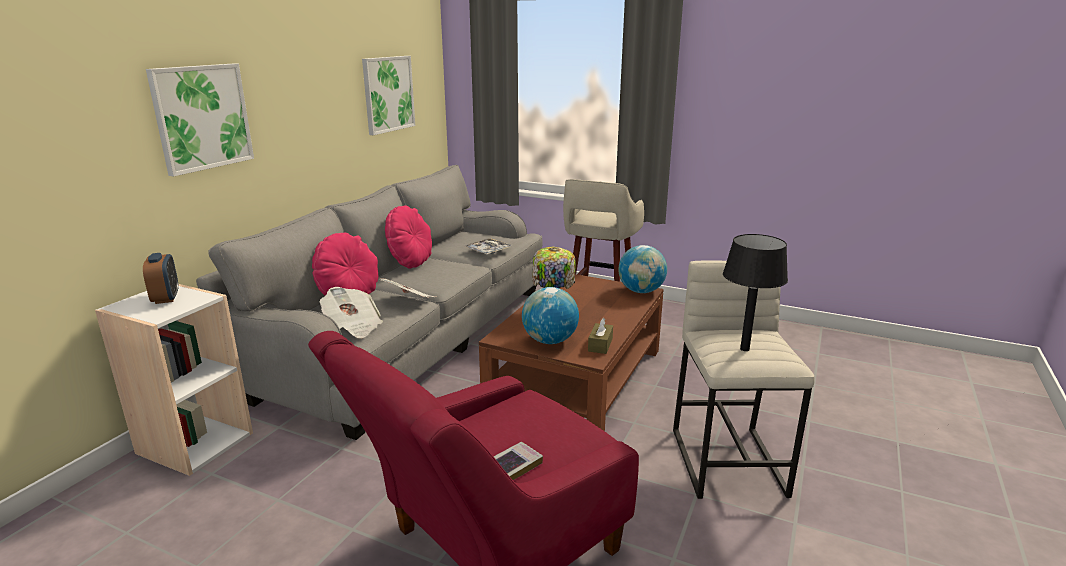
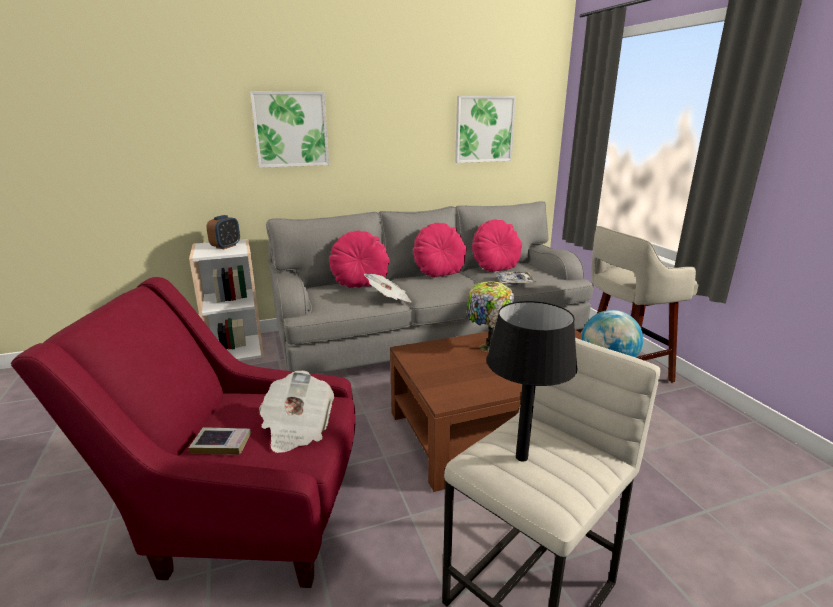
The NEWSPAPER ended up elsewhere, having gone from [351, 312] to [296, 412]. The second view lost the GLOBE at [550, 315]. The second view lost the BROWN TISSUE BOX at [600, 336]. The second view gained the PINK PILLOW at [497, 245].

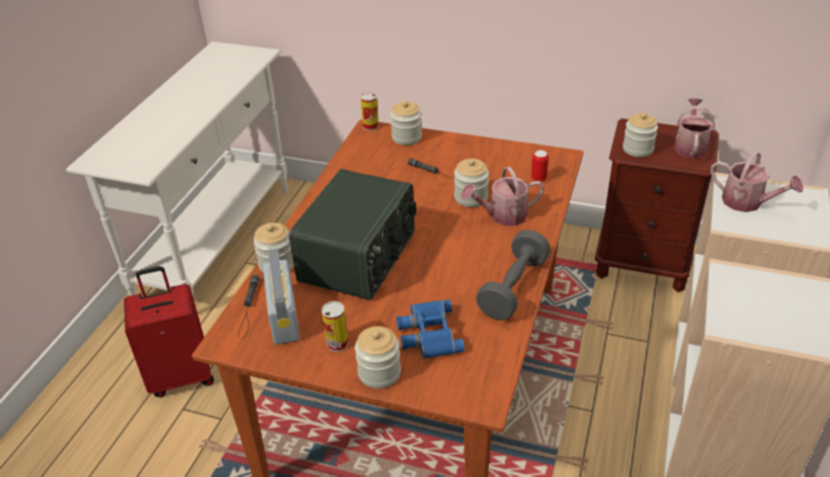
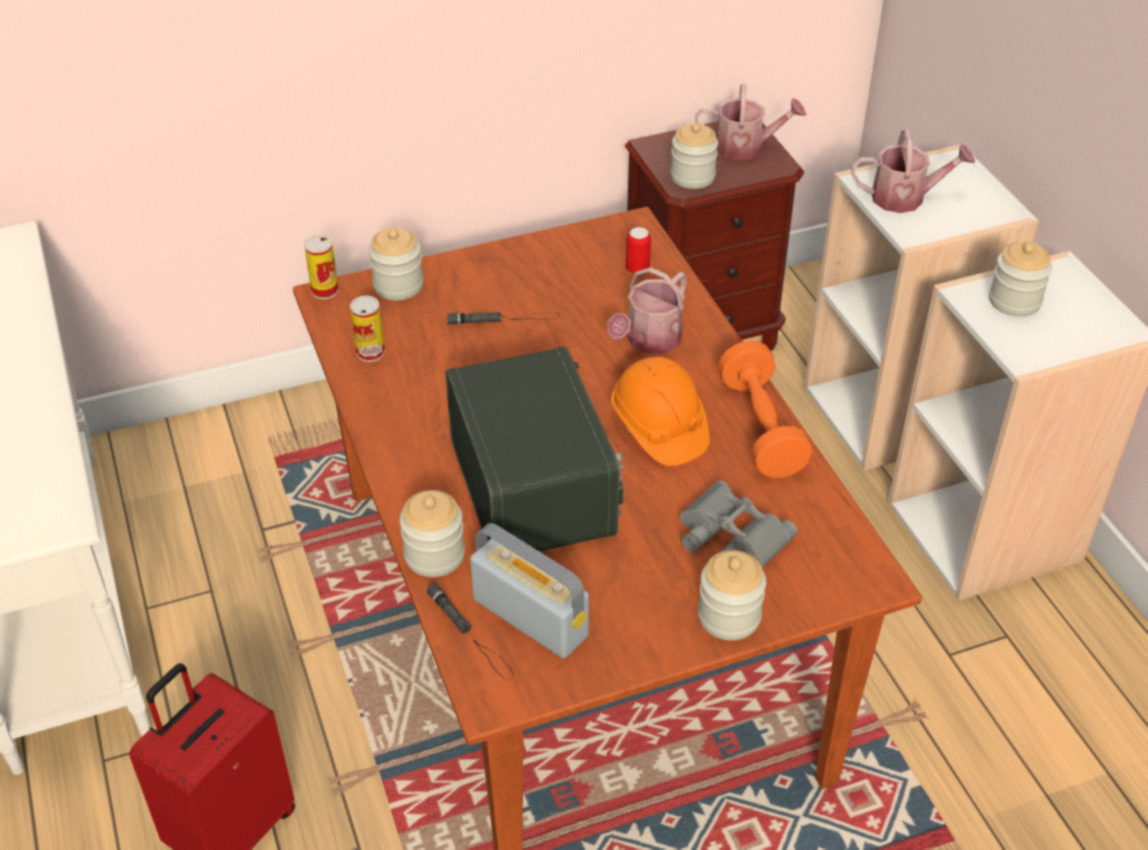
The WATERING CAN at [694, 128] ended up facing another way, 120 degrees clockwise from before. The JAR ended up elsewhere, having gone from [471, 182] to [1020, 279]. What was the GREY DUMBBELL at [513, 275] turned into the ORANGE DUMBBELL at [765, 409]. What was the BLUE BINOCULARS at [430, 329] turned into the GREY BINOCULARS at [738, 524]. The CAN ended up elsewhere, having gone from [335, 326] to [367, 329]. The second view gained the ORANGE HARD HAT at [660, 411].

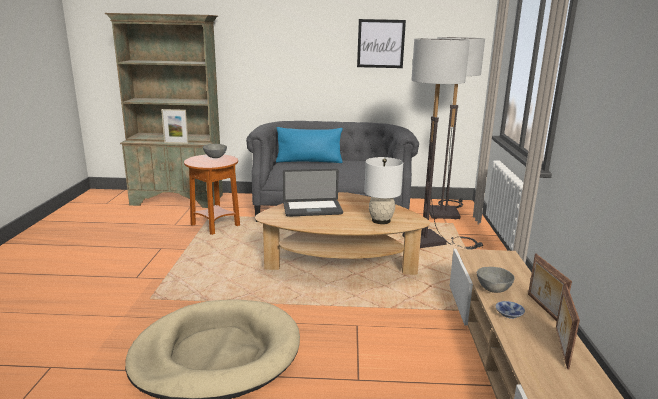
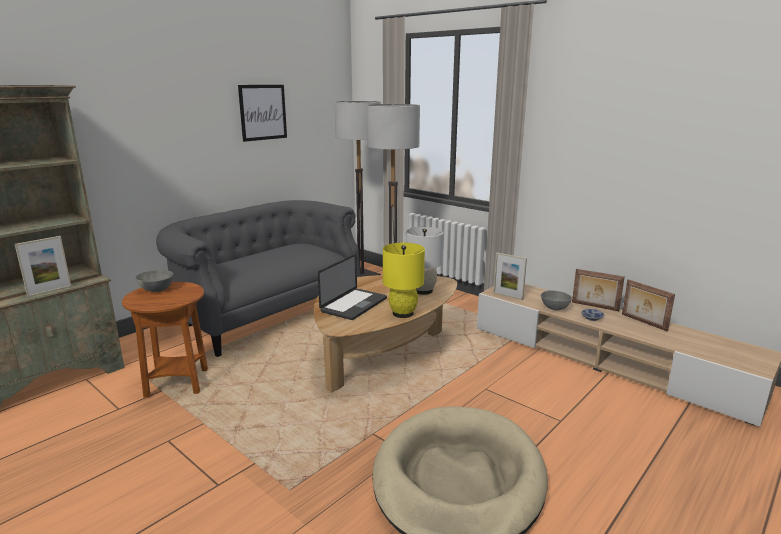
The second view lost the BLUE PILLOW at [309, 145]. The second view gained the YELLOW TABLE LAMP at [404, 280]. The second view gained the PICTURE FRAME at [510, 276].

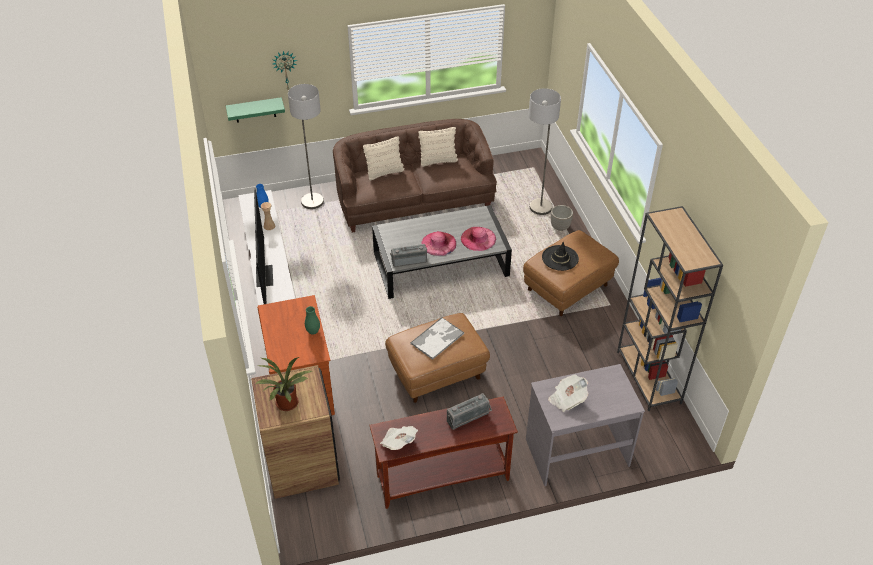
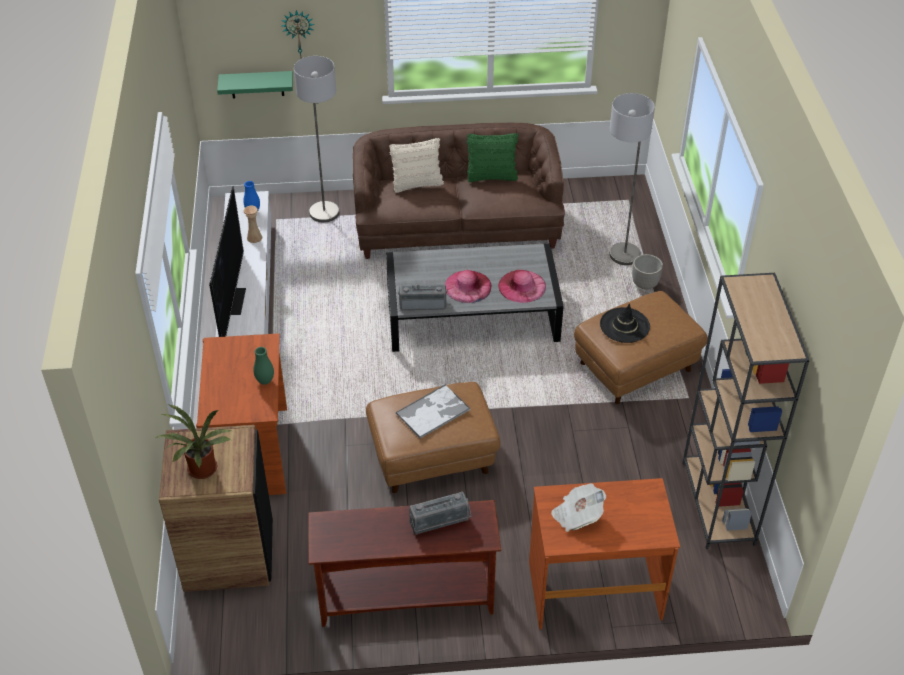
What was the BEIGE PILLOW at [438, 147] turned into the GREEN PILLOW at [493, 157]. What was the GREY DESK at [585, 425] turned into the BROWN DESK at [604, 553]. The second view lost the NEWSPAPER at [399, 438].

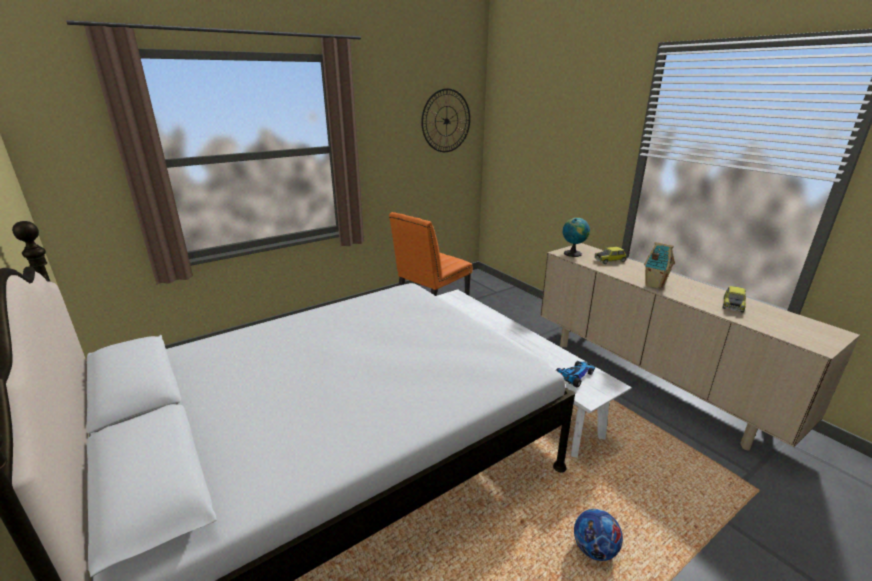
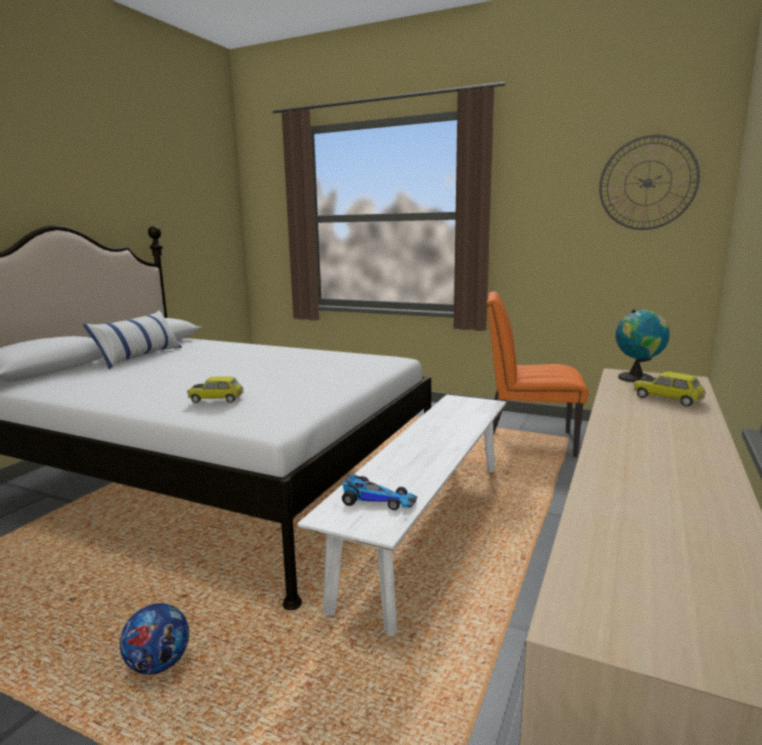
The second view lost the TOY HOUSE at [659, 265]. The TOY CAR ended up elsewhere, having gone from [734, 299] to [215, 390]. The second view gained the PILLOW at [132, 339].

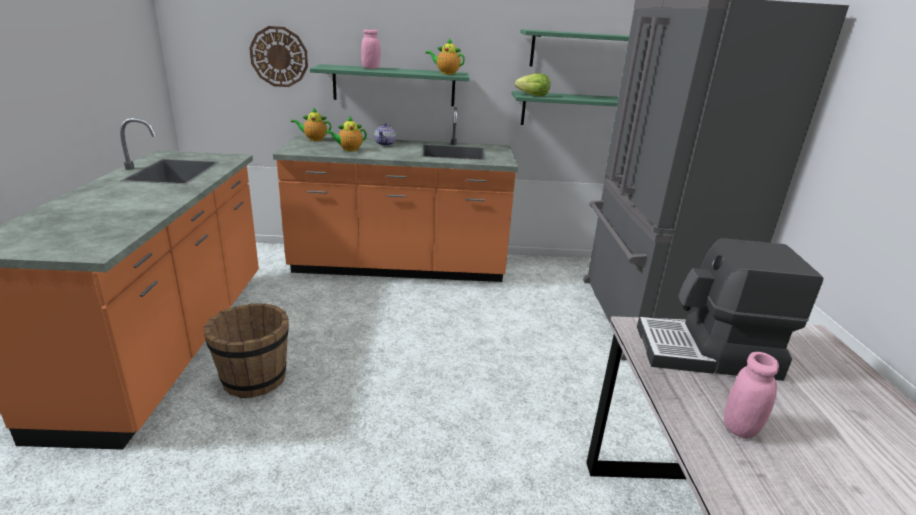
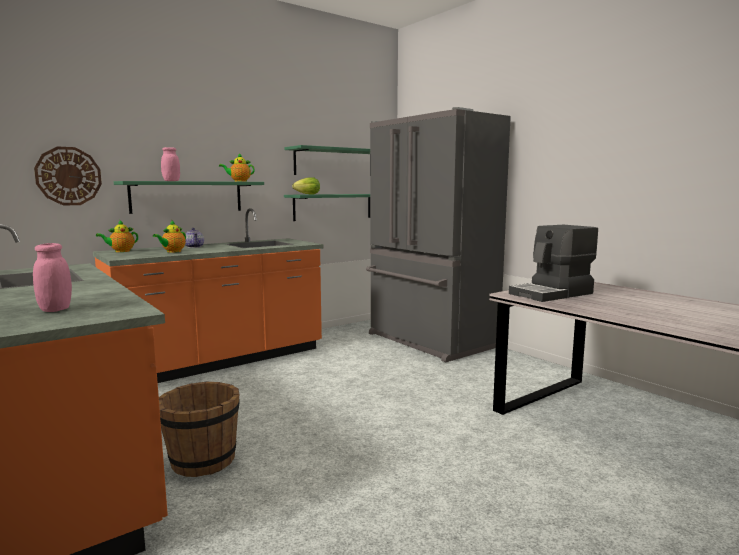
The PINK JAR ended up elsewhere, having gone from [751, 395] to [52, 277].

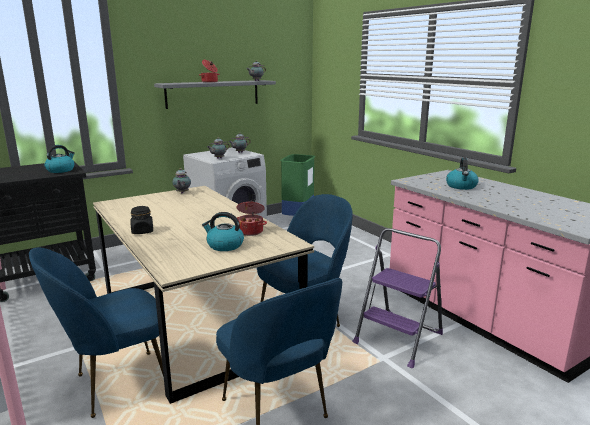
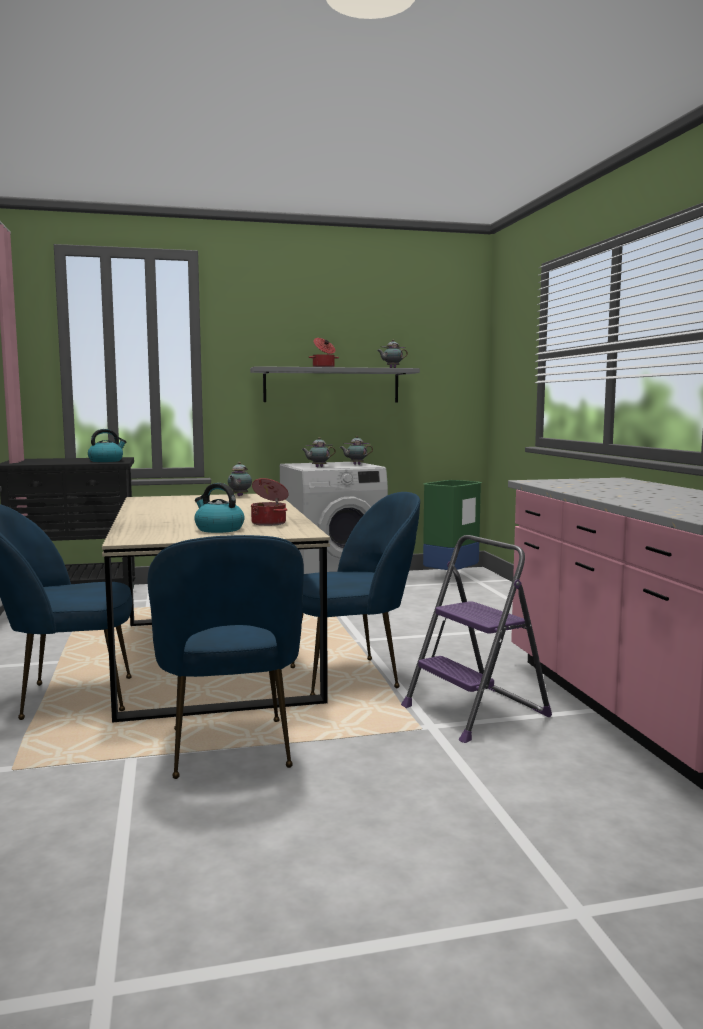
The second view lost the KETTLE at [462, 174]. The second view lost the BLACK JAR at [141, 220].

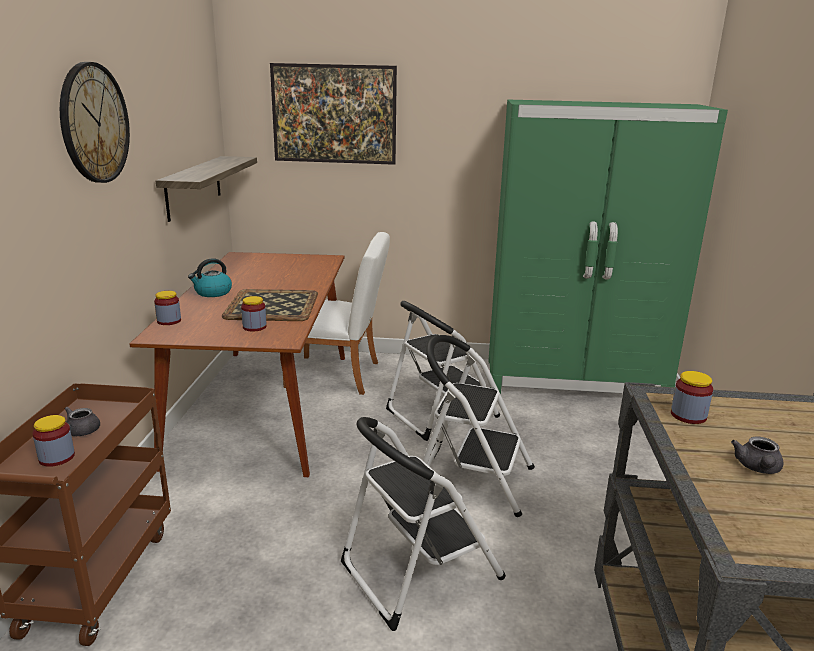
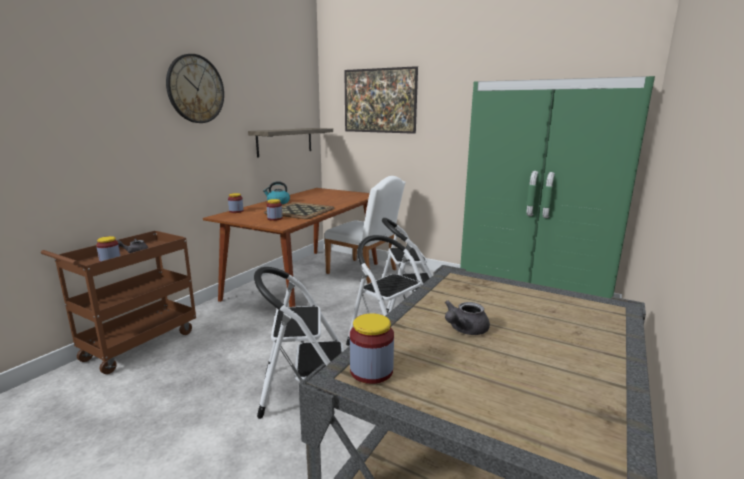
The JAR ended up elsewhere, having gone from [692, 397] to [372, 348].

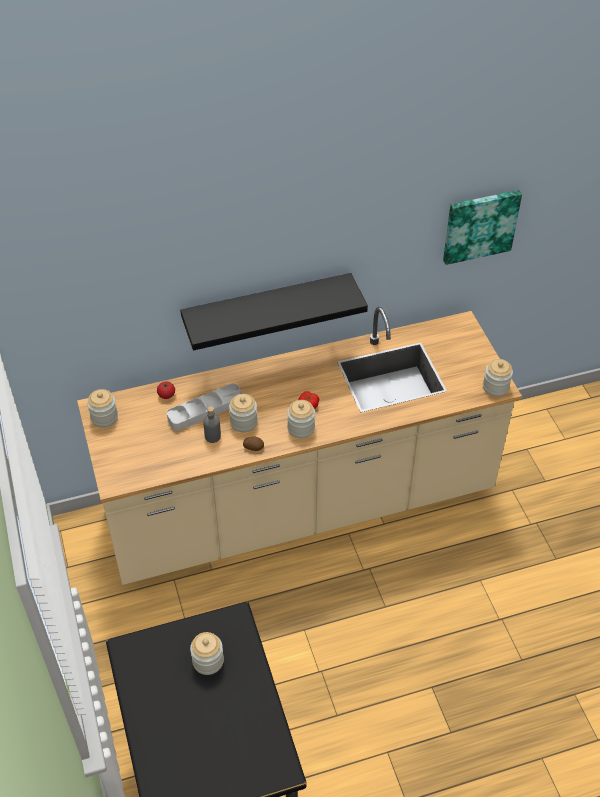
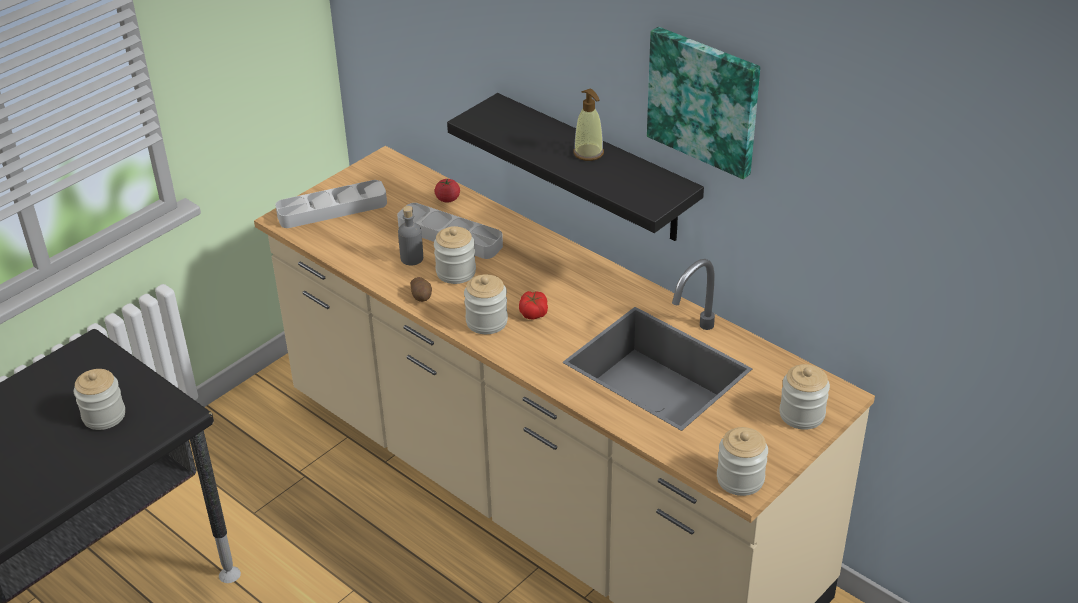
The PICTURE ended up elsewhere, having gone from [482, 227] to [703, 103]. The JAR ended up elsewhere, having gone from [102, 408] to [804, 397]. The second view gained the SOAP DISPENSER at [588, 125]. The second view gained the GREY TRAY at [331, 204].

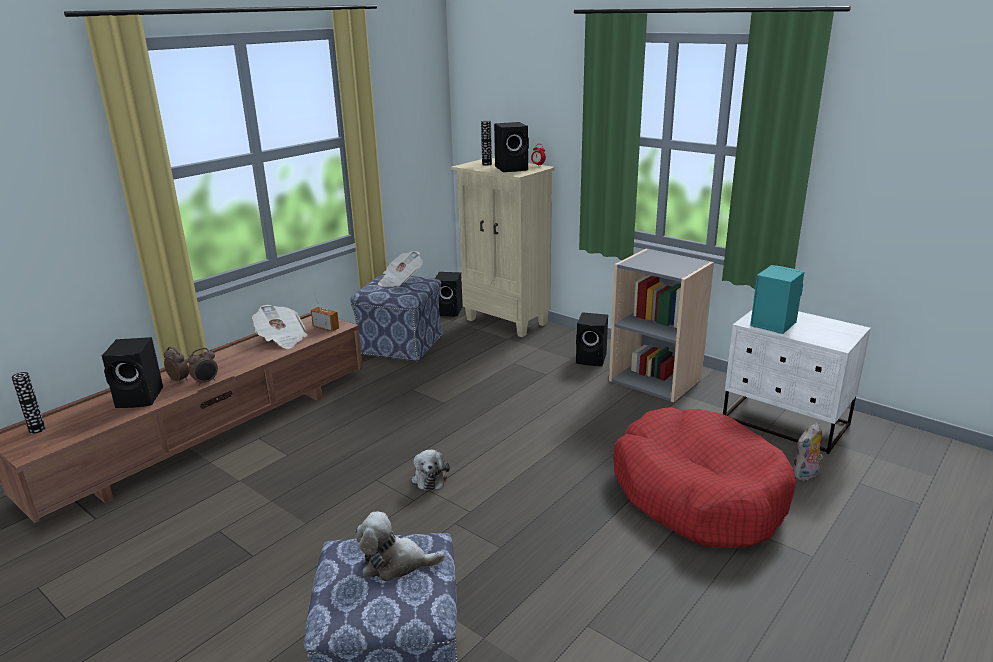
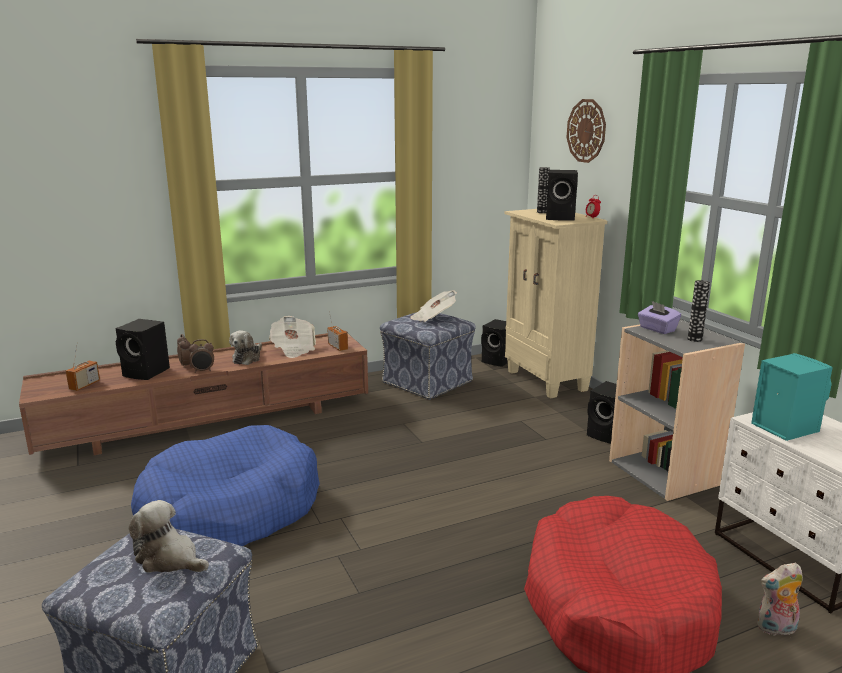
The VASE ended up elsewhere, having gone from [28, 403] to [699, 311]. The PLUSH TOY ended up elsewhere, having gone from [431, 470] to [245, 347]. The second view gained the WALL CLOCK at [586, 131]. The second view gained the PURPLE TISSUE BOX at [659, 317]. The second view gained the RADIO at [83, 366]. The second view gained the BLUE DOG BED at [225, 485].

